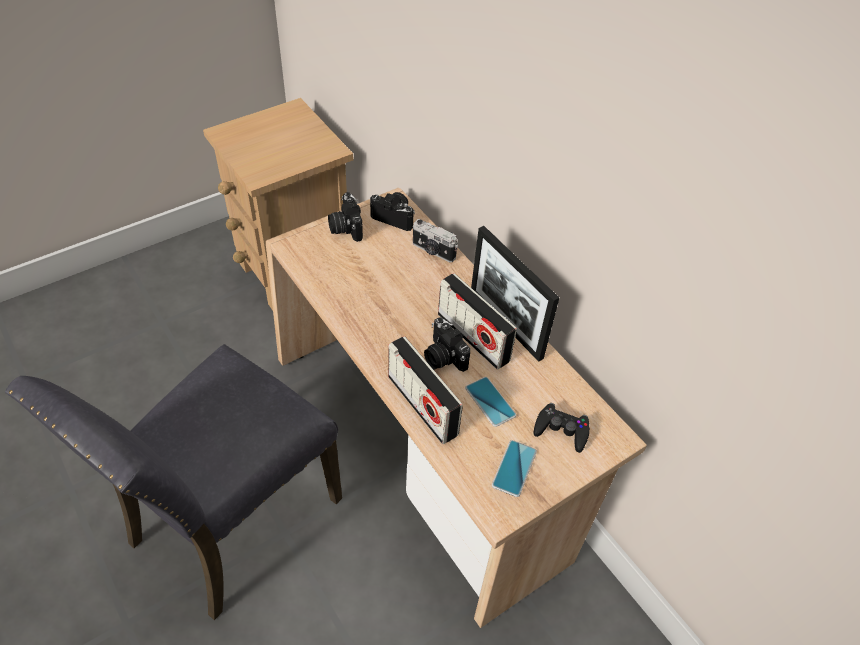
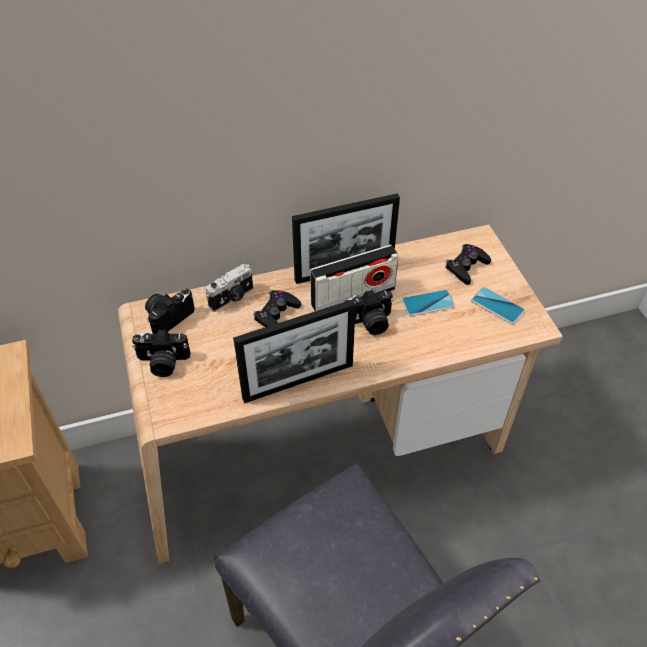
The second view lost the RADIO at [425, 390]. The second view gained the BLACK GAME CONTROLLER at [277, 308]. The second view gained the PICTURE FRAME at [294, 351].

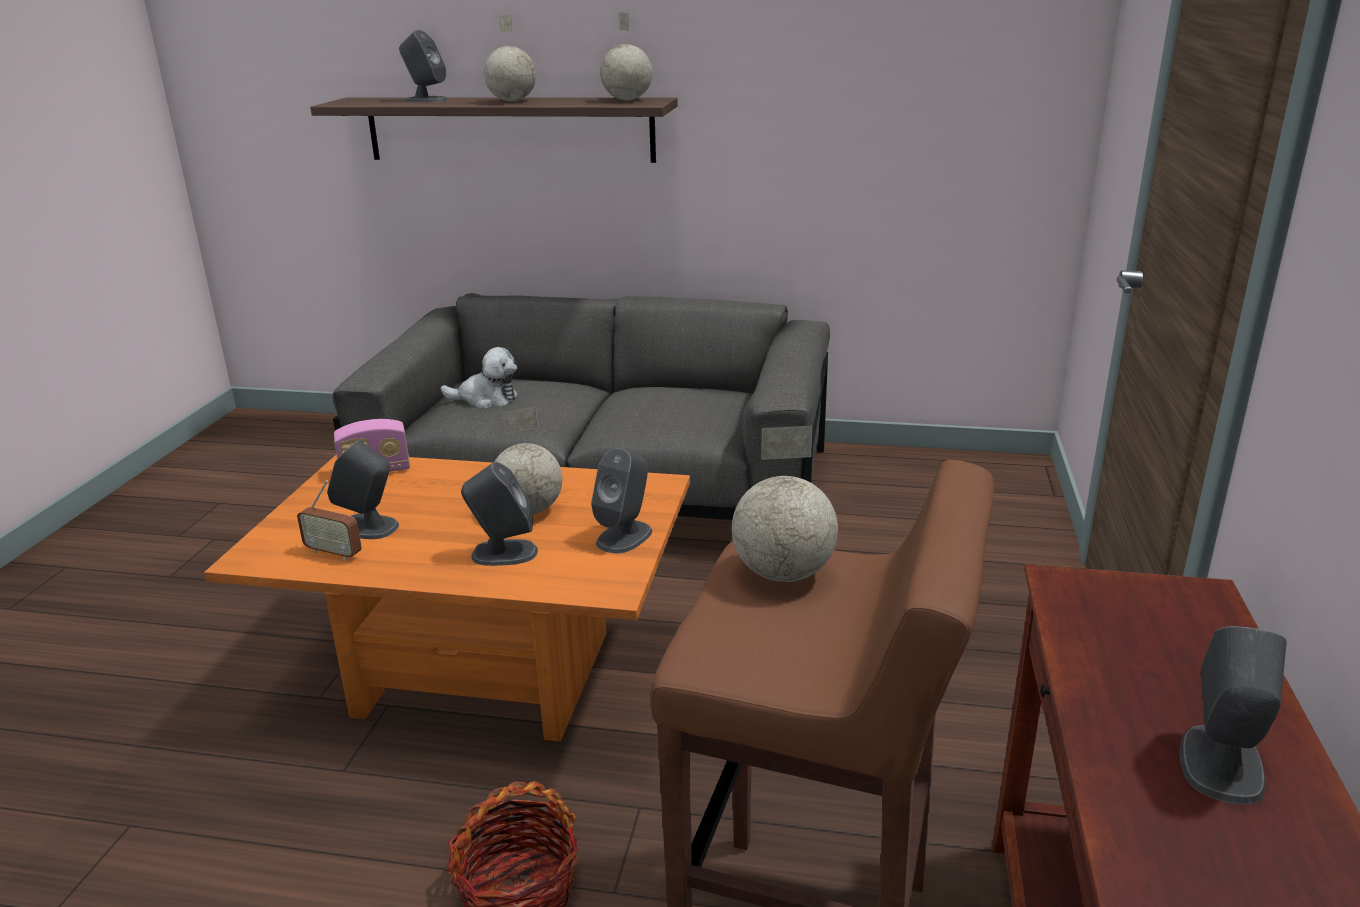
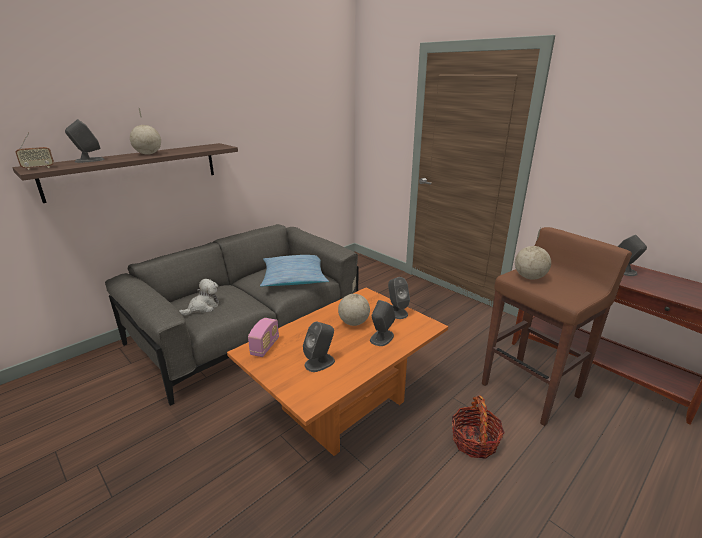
The second view lost the GLOBE at [626, 56]. The RADIO ended up elsewhere, having gone from [329, 520] to [34, 151]. The second view gained the PILLOW at [294, 270].

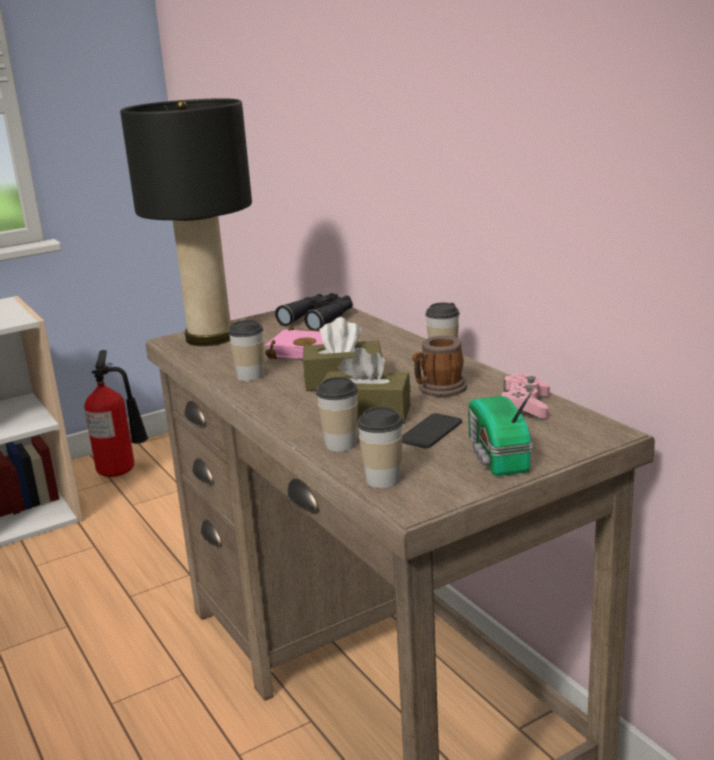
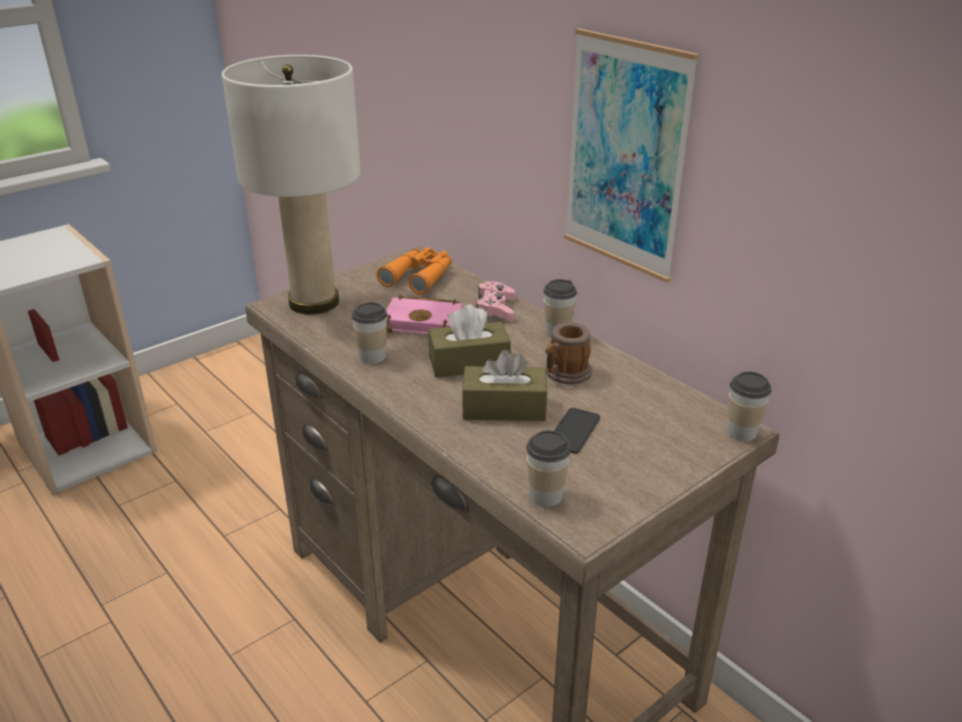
What was the BLACK TABLE LAMP at [186, 222] turned into the WHITE TABLE LAMP at [291, 185]. What was the BLACK BINOCULARS at [314, 312] turned into the ORANGE BINOCULARS at [414, 271]. The second view lost the FIRE EXTINGUISHER at [116, 413]. The PINK GAME CONTROLLER ended up elsewhere, having gone from [525, 396] to [495, 301]. The CUP ended up elsewhere, having gone from [337, 414] to [749, 406]. The second view lost the RADIO at [501, 430]. The second view gained the PICTURE at [631, 155].

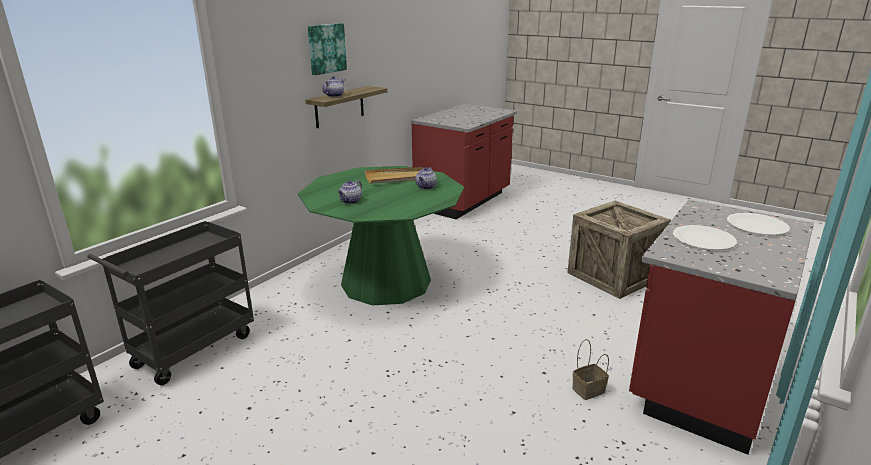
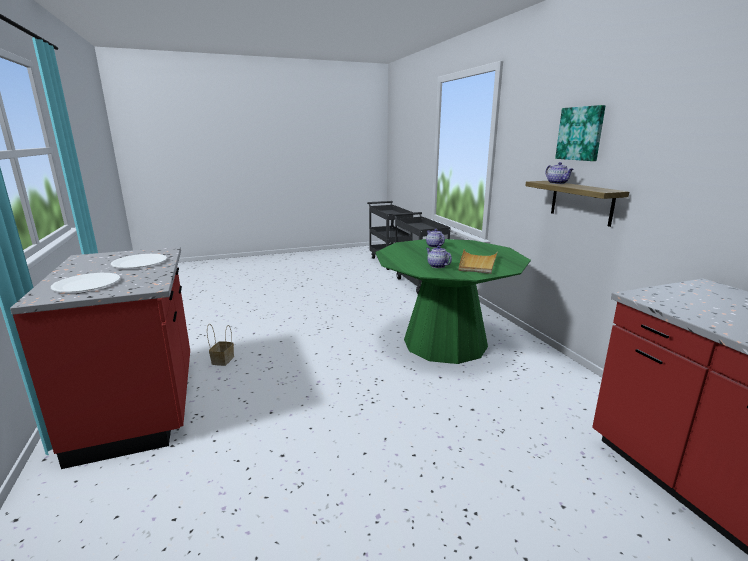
The second view lost the CRATE at [619, 249].

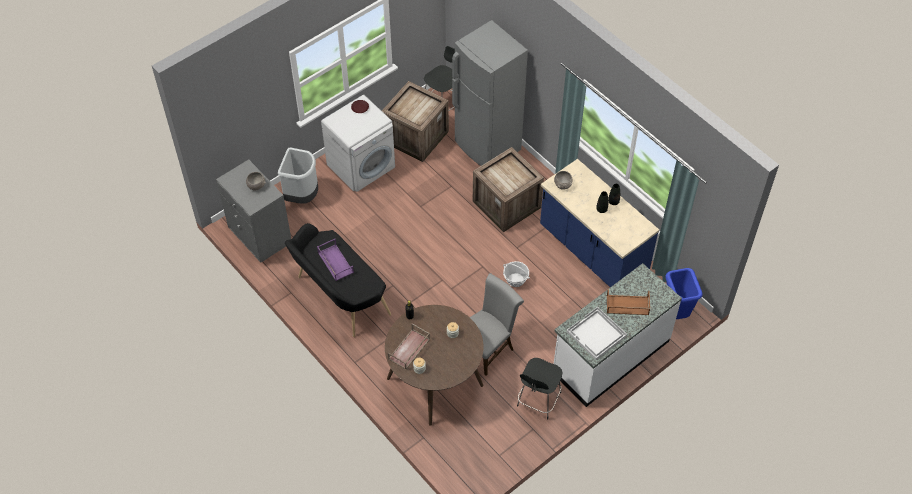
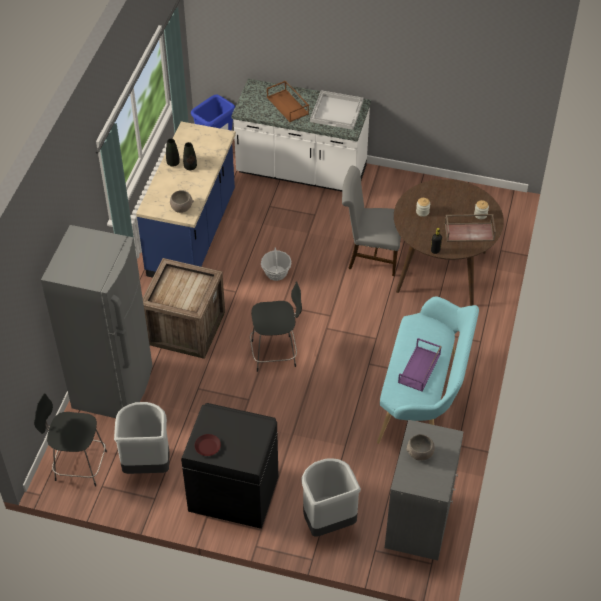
Where the CRATE stood at [415, 121], the GREY TRASH CAN came to stand at [142, 438]. What was the WHITE WASHING MACHINE at [358, 143] turned into the BLACK WASHING MACHINE at [229, 466]. What was the BLACK BENCH at [338, 280] turned into the TURQUOISE BENCH at [428, 370]. The BLACK STOOL ended up elsewhere, having gone from [540, 388] to [276, 326].

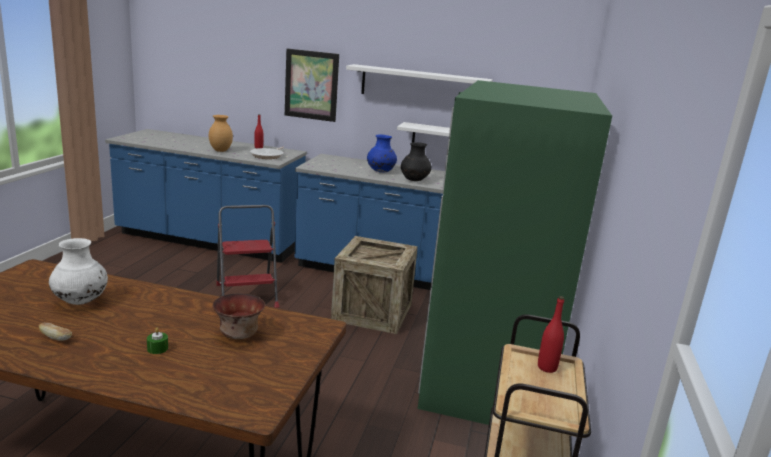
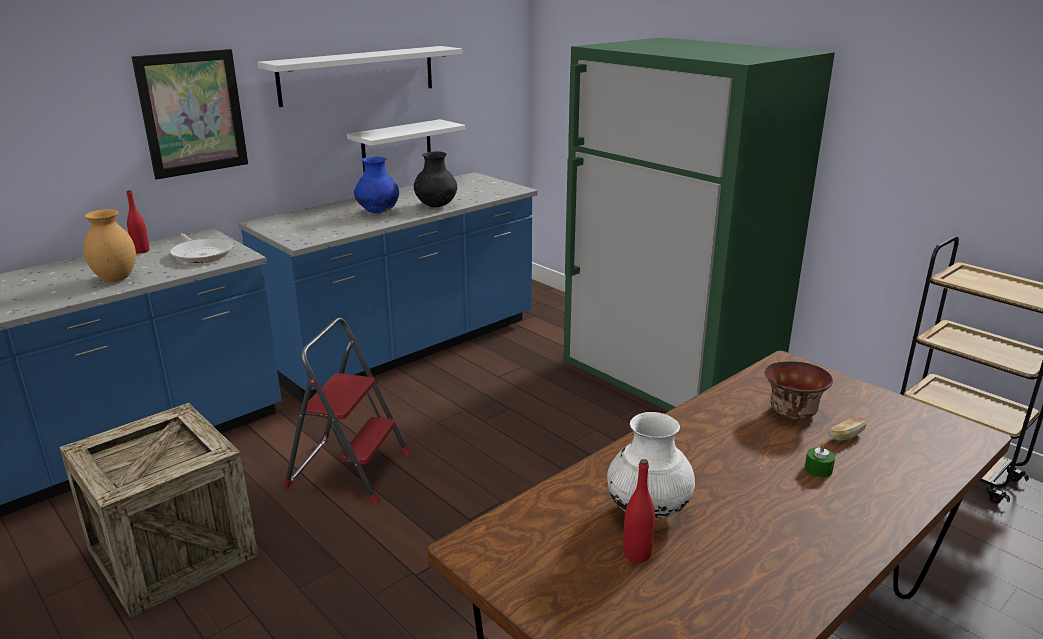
The CRATE ended up elsewhere, having gone from [374, 285] to [158, 510]. The RED BOTTLE ended up elsewhere, having gone from [551, 334] to [639, 511]. The BREAD ended up elsewhere, having gone from [55, 332] to [847, 429].

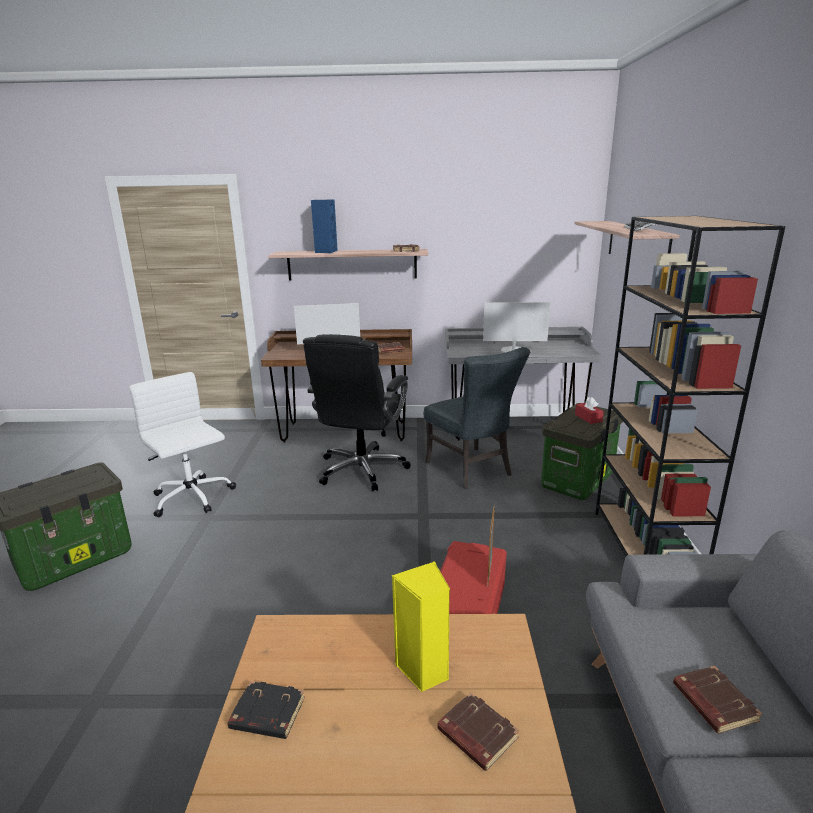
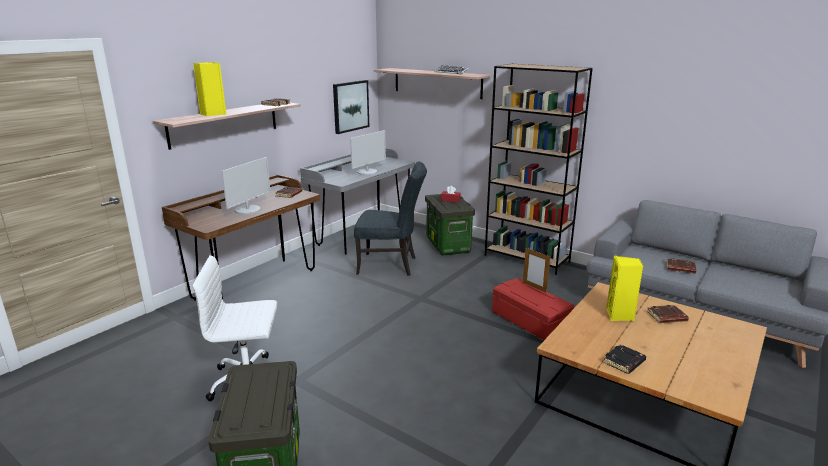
What was the BLUE SPEAKER at [324, 226] turned into the YELLOW SPEAKER at [209, 89]. The second view lost the BLACK OFFICE CHAIR at [357, 412]. The second view gained the PICTURE at [351, 107].

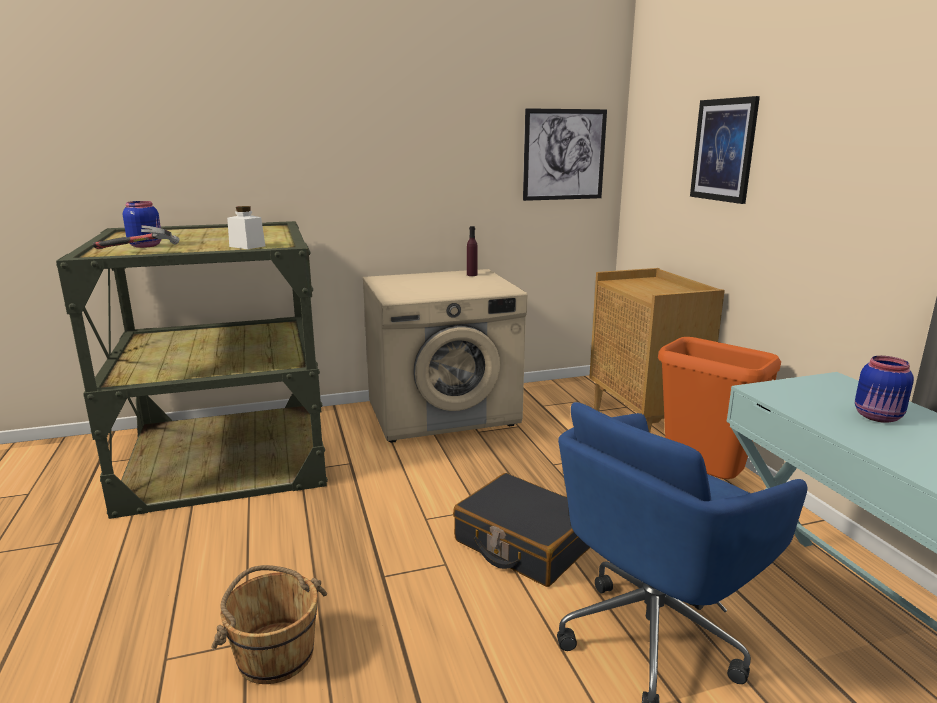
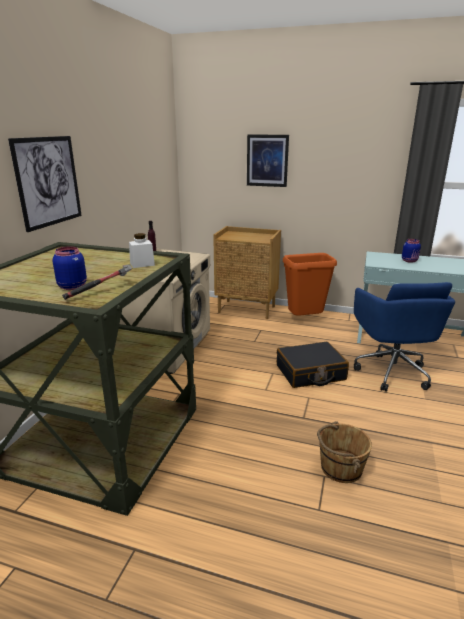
The PICTURE ended up elsewhere, having gone from [565, 154] to [45, 184].

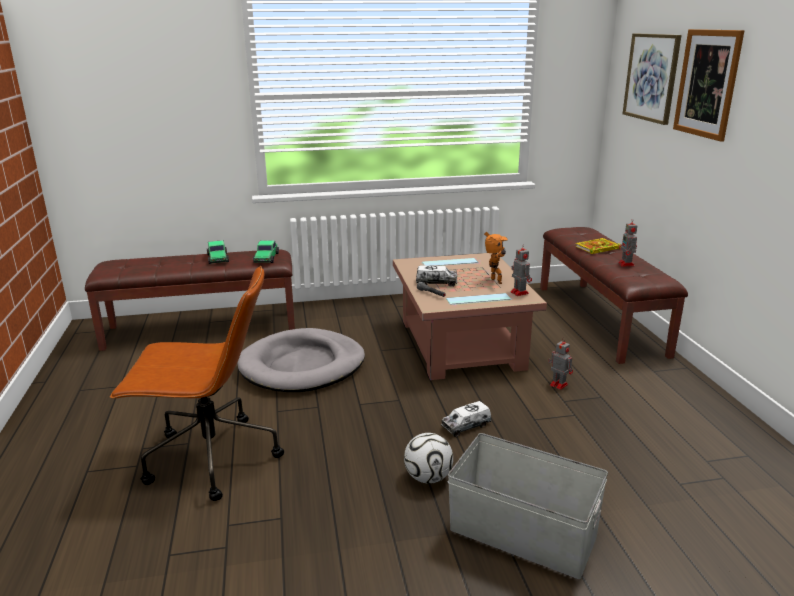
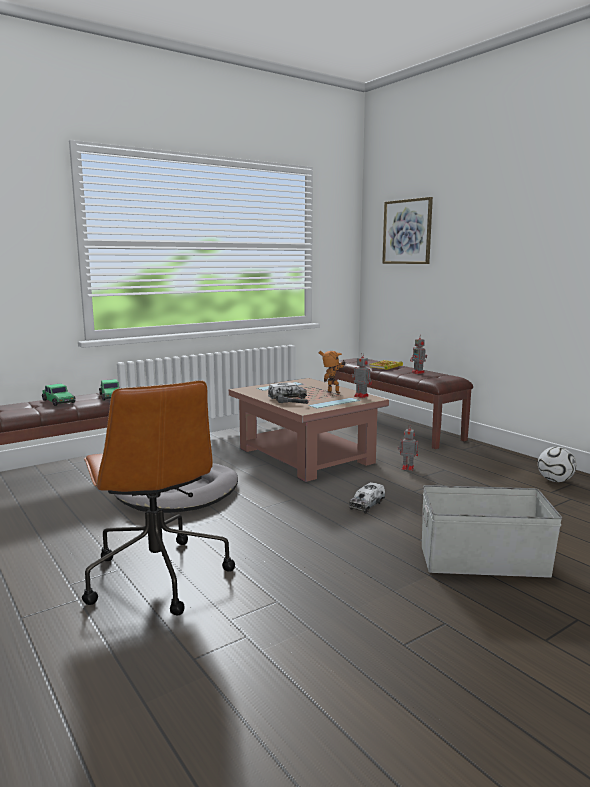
The second view lost the PICTURE at [708, 85]. The BROWN OFFICE CHAIR at [196, 383] ended up facing another way, 90 degrees clockwise from before. The FOOTBALL ended up elsewhere, having gone from [428, 458] to [557, 464].

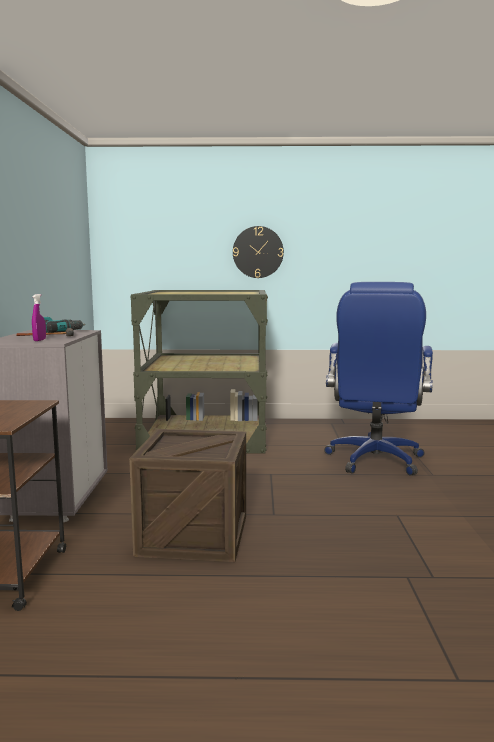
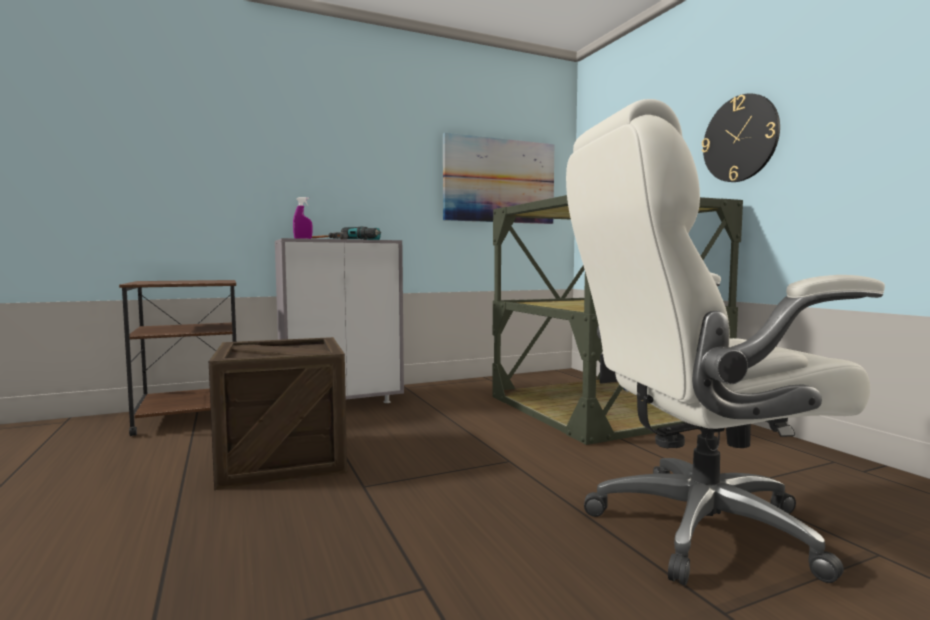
What was the BLUE OFFICE CHAIR at [378, 379] turned into the WHITE OFFICE CHAIR at [725, 342]. The second view gained the PICTURE at [498, 178].

